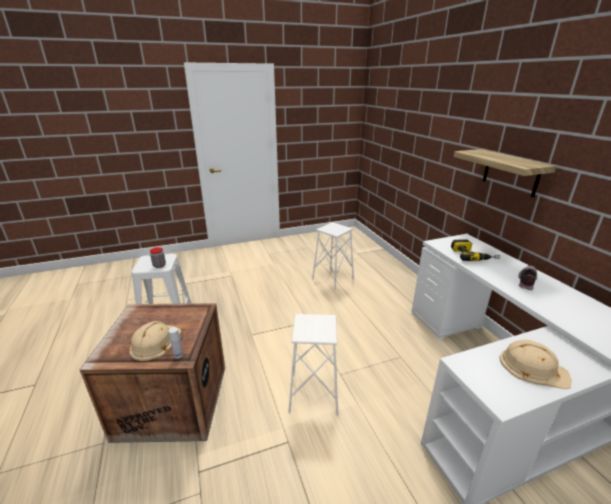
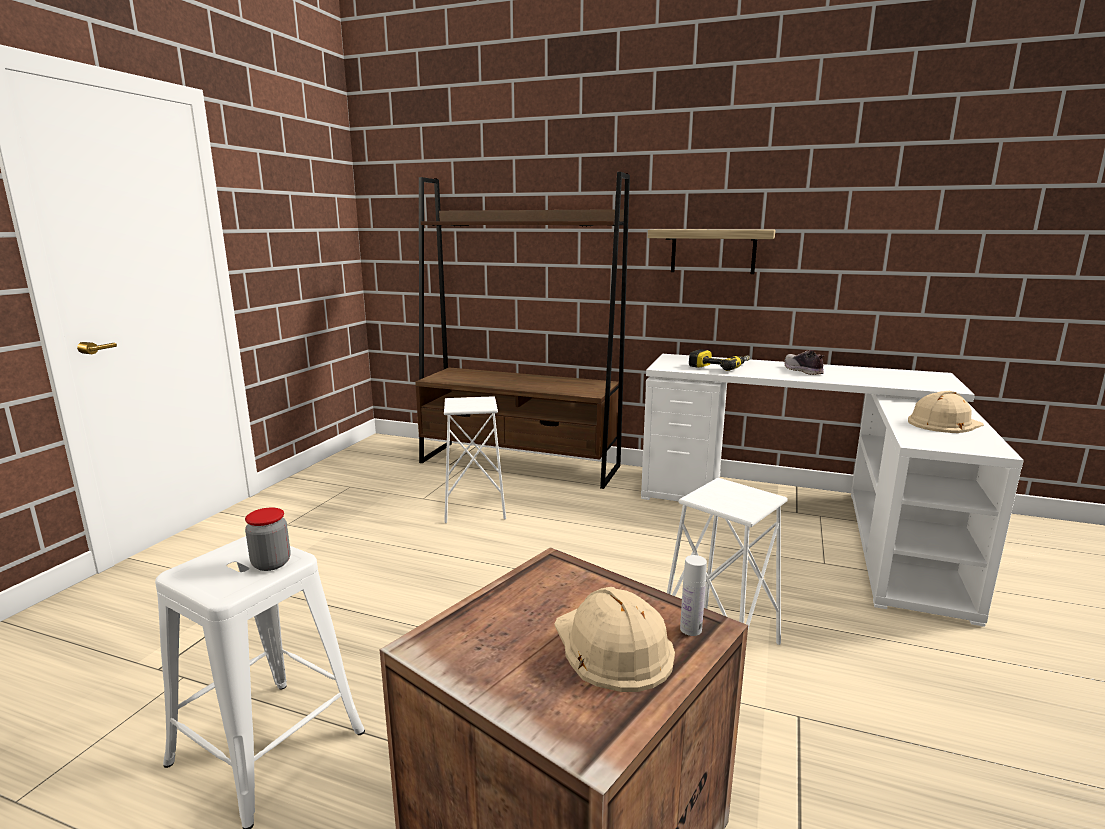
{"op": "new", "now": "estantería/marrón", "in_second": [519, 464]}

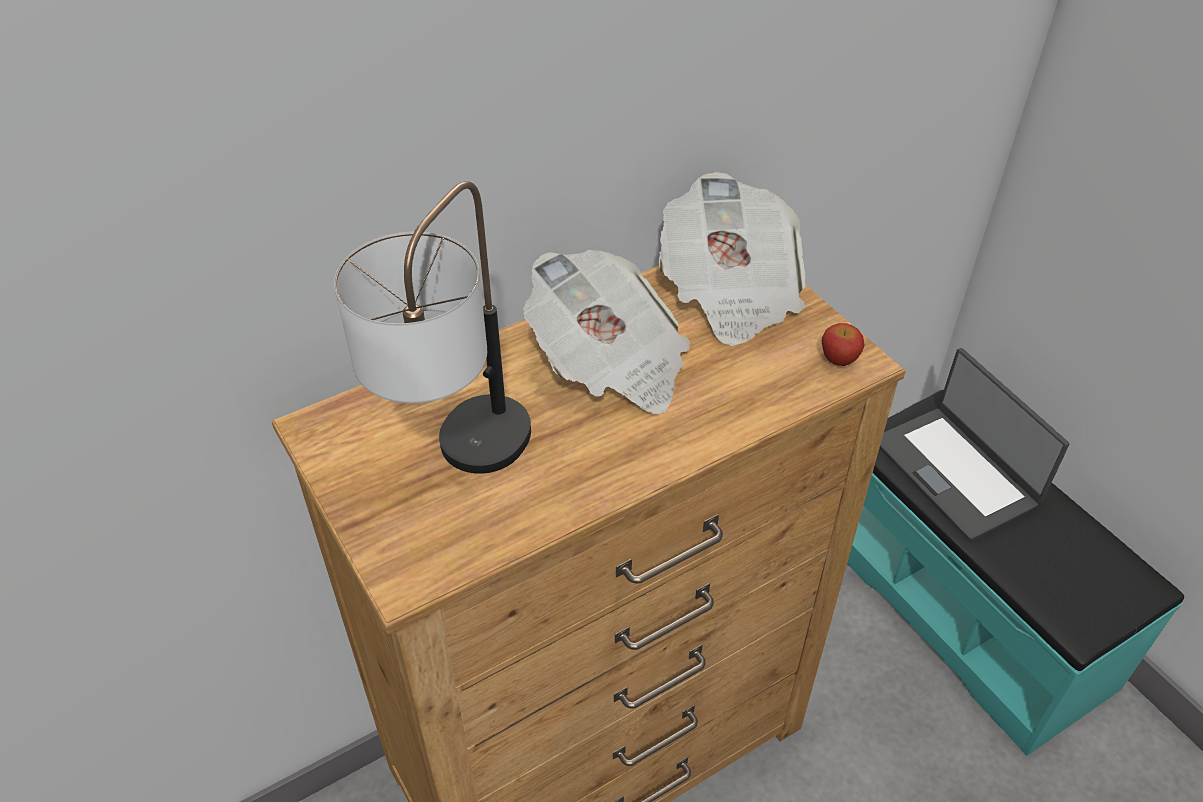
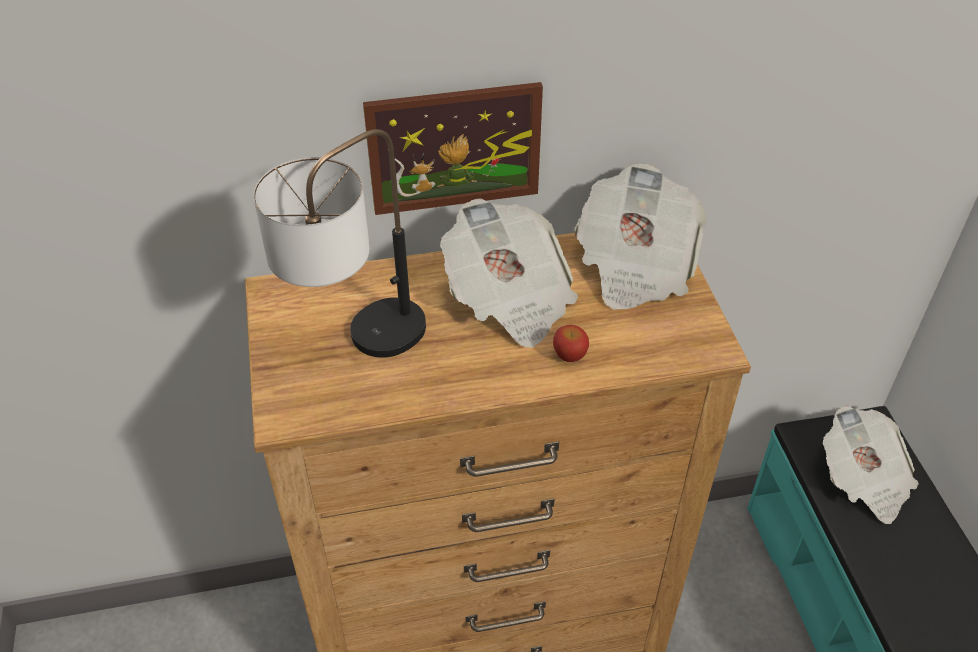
{"op": "new", "now": "cuadro", "in_second": [454, 148]}
{"op": "shifted", "was": "manzana", "in_first": [839, 359], "in_second": [569, 355]}
{"op": "swapped", "was": "portátil", "now": "periódico", "in_first": [956, 471], "in_second": [863, 480]}

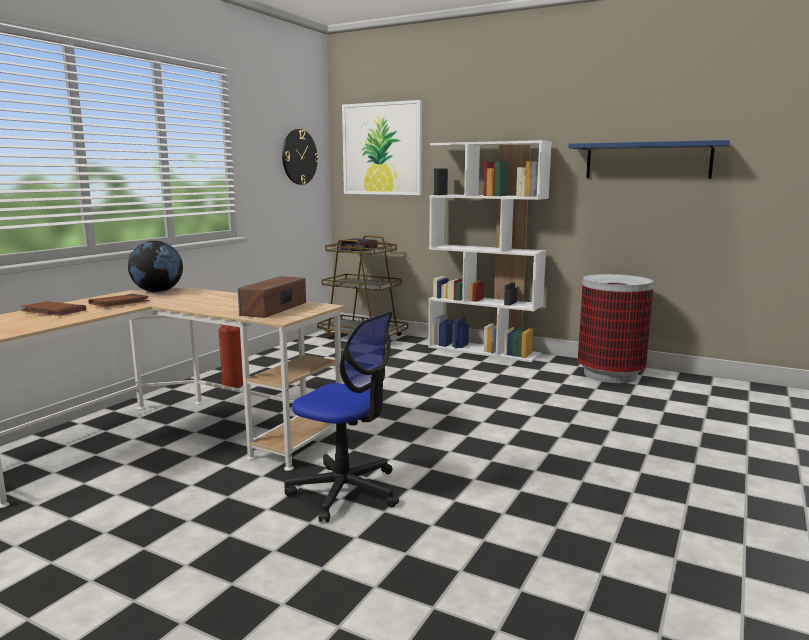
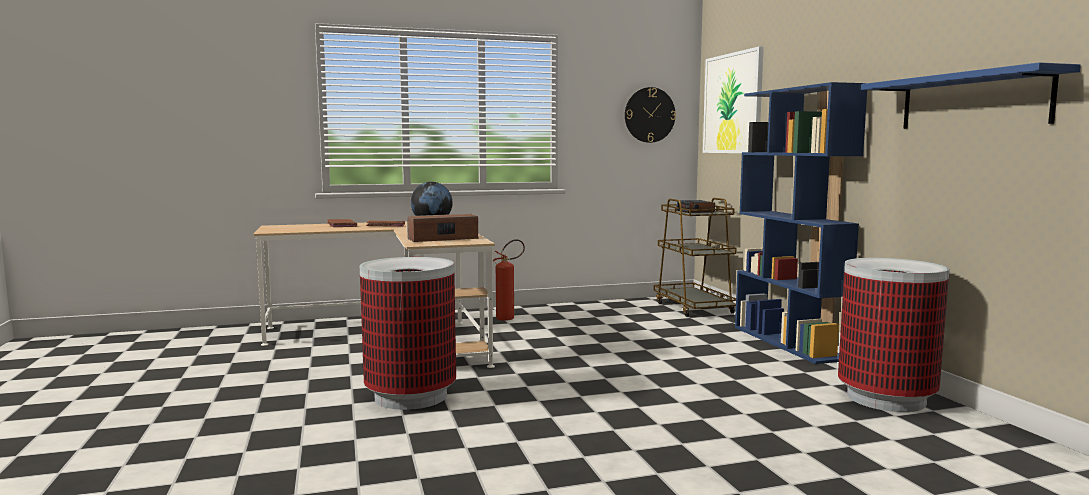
{"op": "swapped", "was": "silla de oficina", "now": "papelera", "in_first": [345, 491], "in_second": [410, 396]}
{"op": "repainted", "was": "estantería/blanco", "now": "estantería/azul", "in_first": [484, 350], "in_second": [789, 343]}

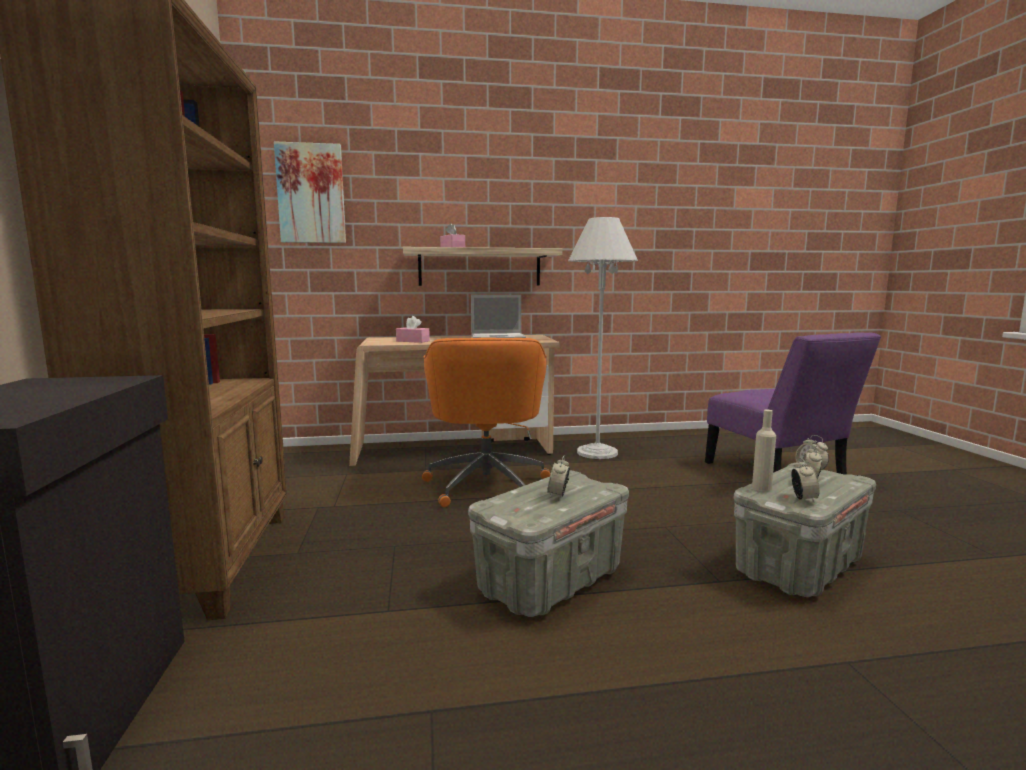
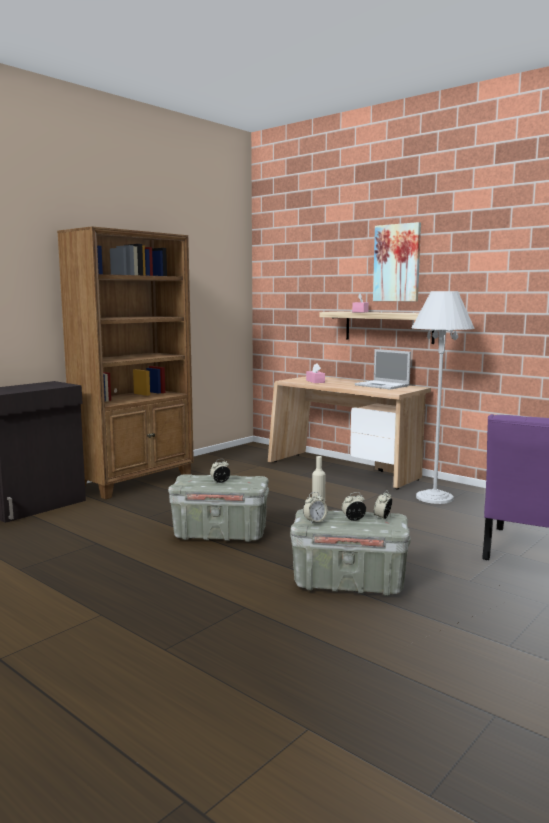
{"op": "gone", "was": "silla de oficina/naranja", "in_first": [486, 484]}
{"op": "shifted", "was": "cuadro", "in_first": [311, 194], "in_second": [397, 263]}

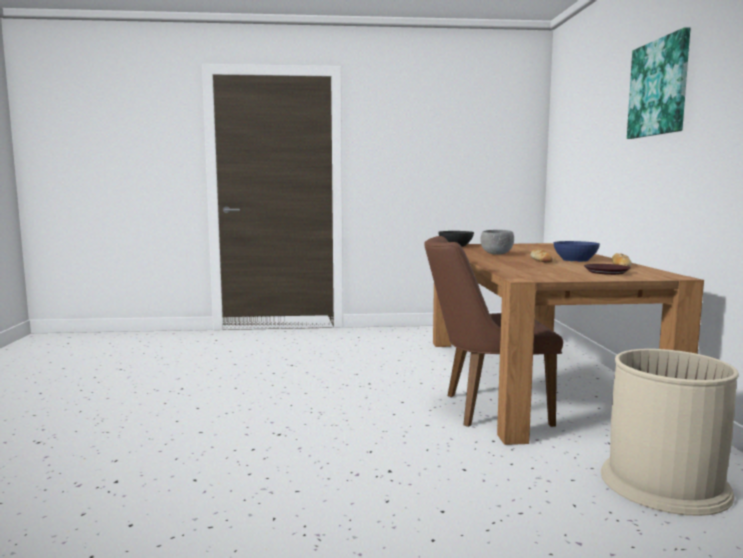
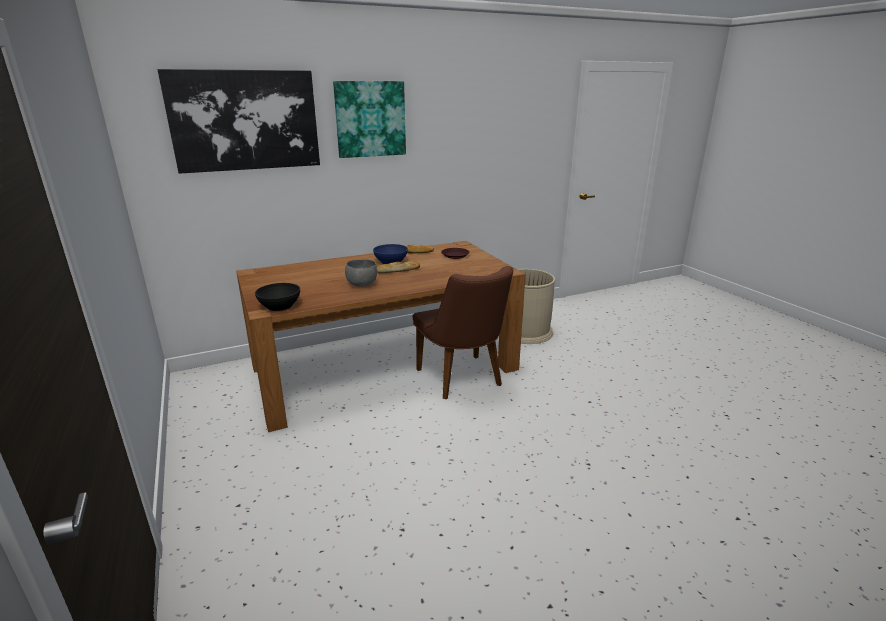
{"op": "new", "now": "cuadro", "in_second": [245, 121]}

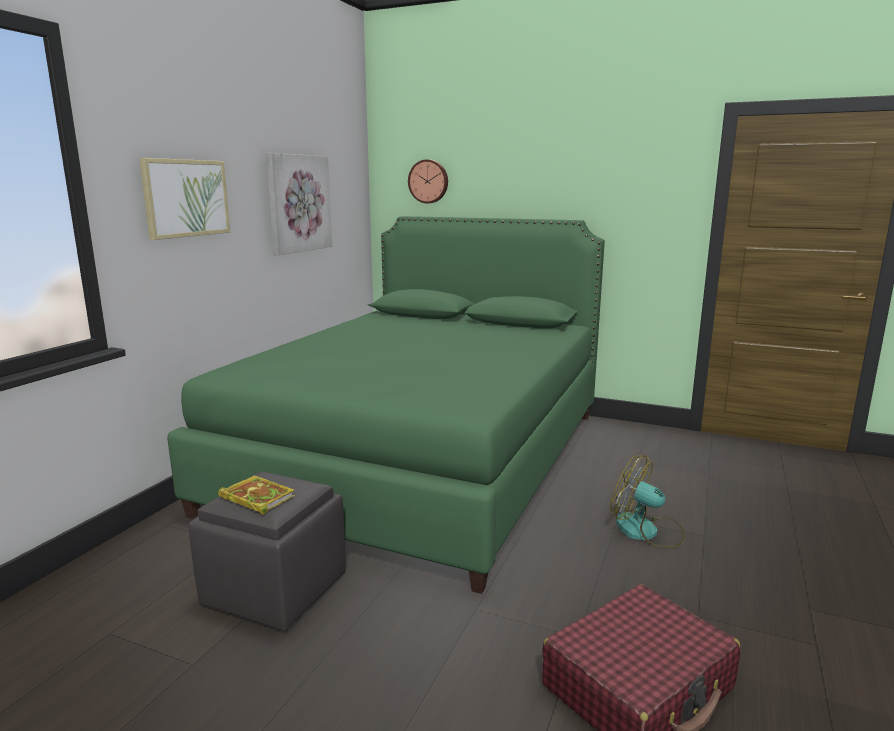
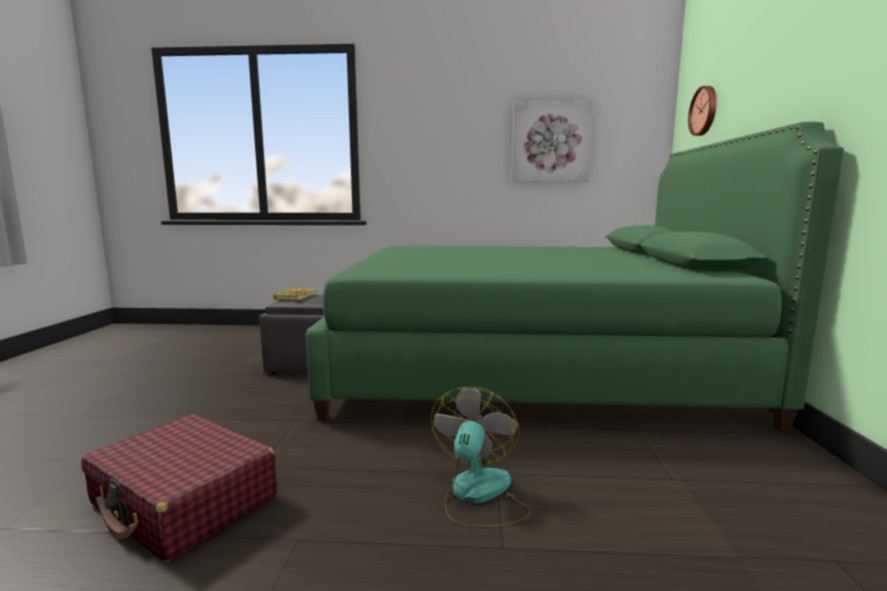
{"op": "gone", "was": "cuadro", "in_first": [186, 198]}

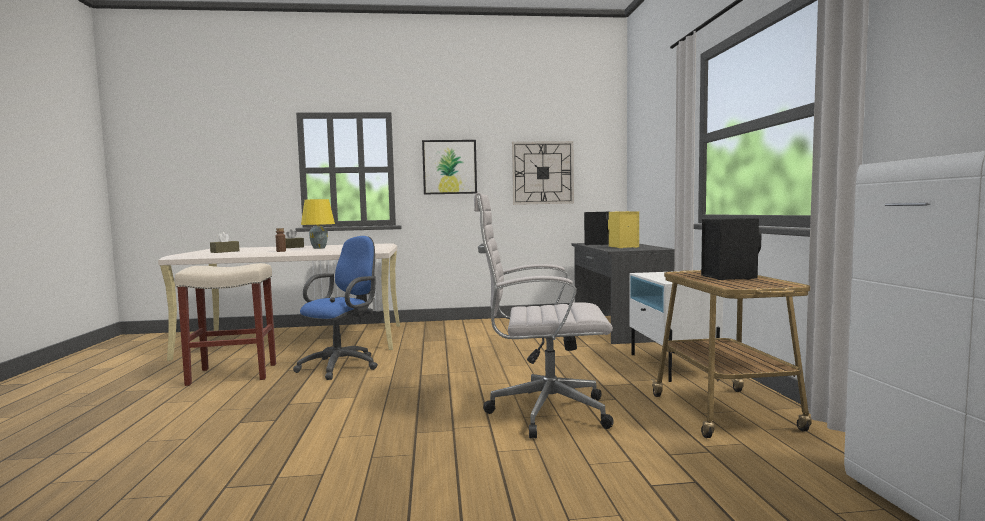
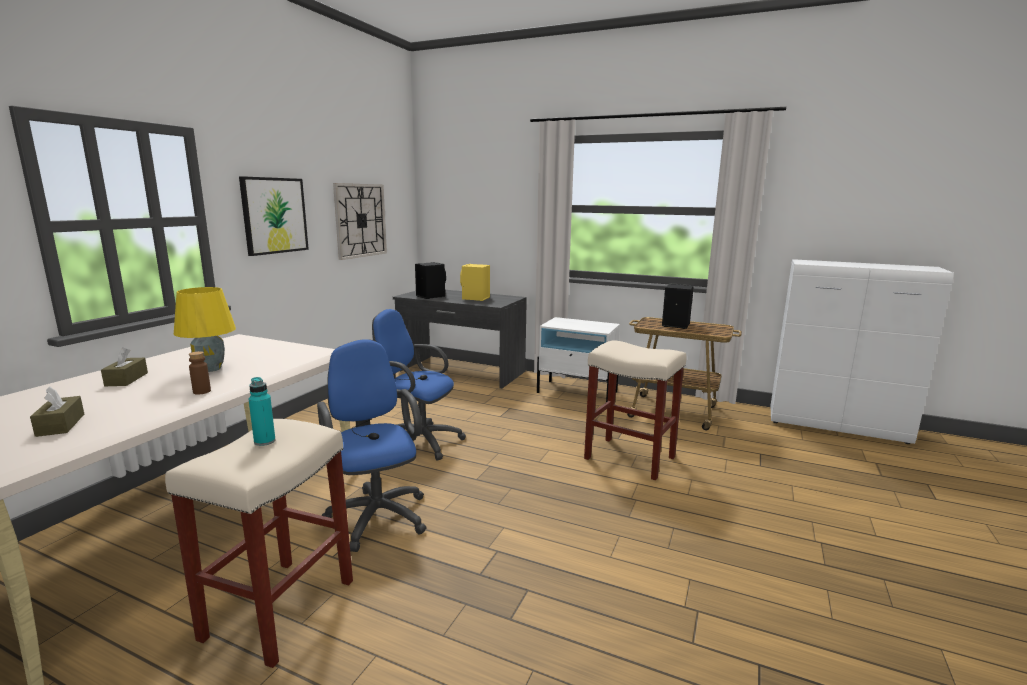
{"op": "new", "now": "botella/turquesa", "in_second": [264, 441]}
{"op": "new", "now": "silla de oficina/azul", "in_second": [418, 442]}
{"op": "swapped", "was": "silla de oficina/blanco", "now": "taburete/beis", "in_first": [543, 412], "in_second": [628, 458]}

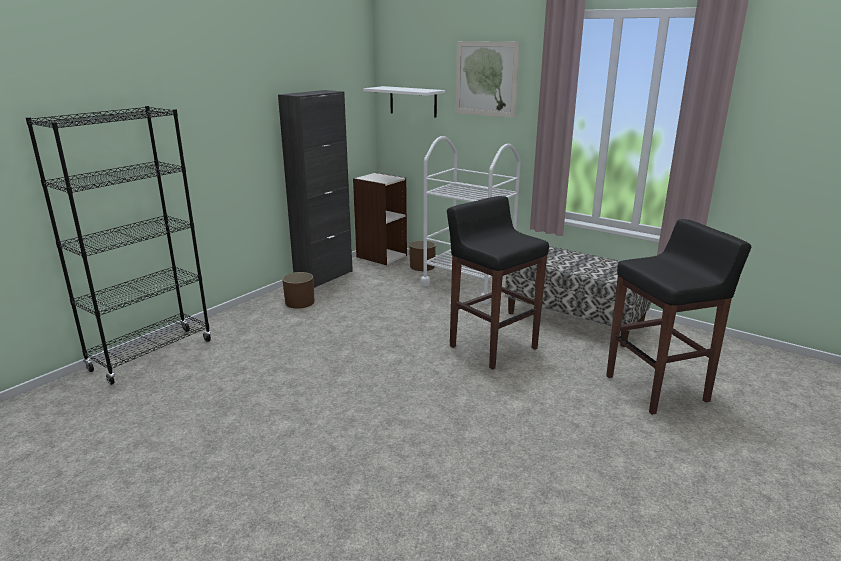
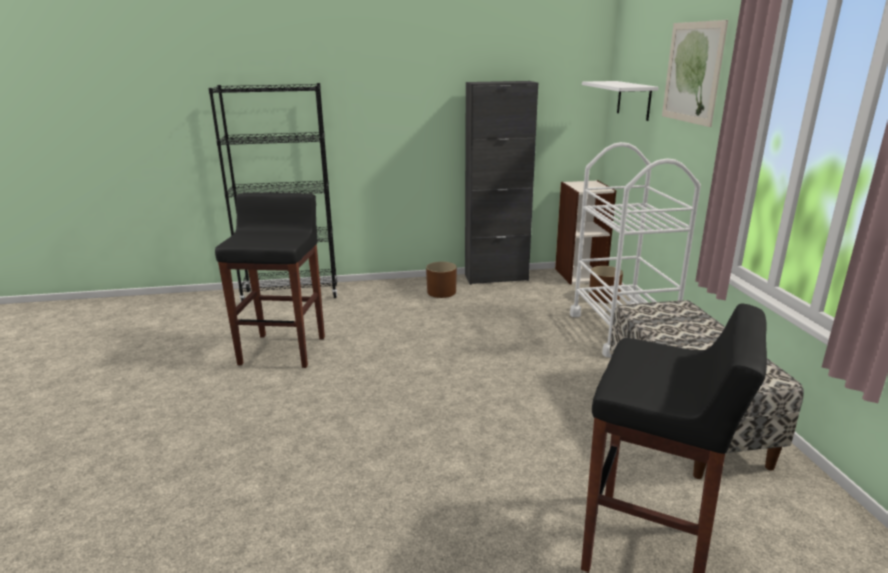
{"op": "shifted", "was": "taburete/negro", "in_first": [492, 347], "in_second": [283, 350]}

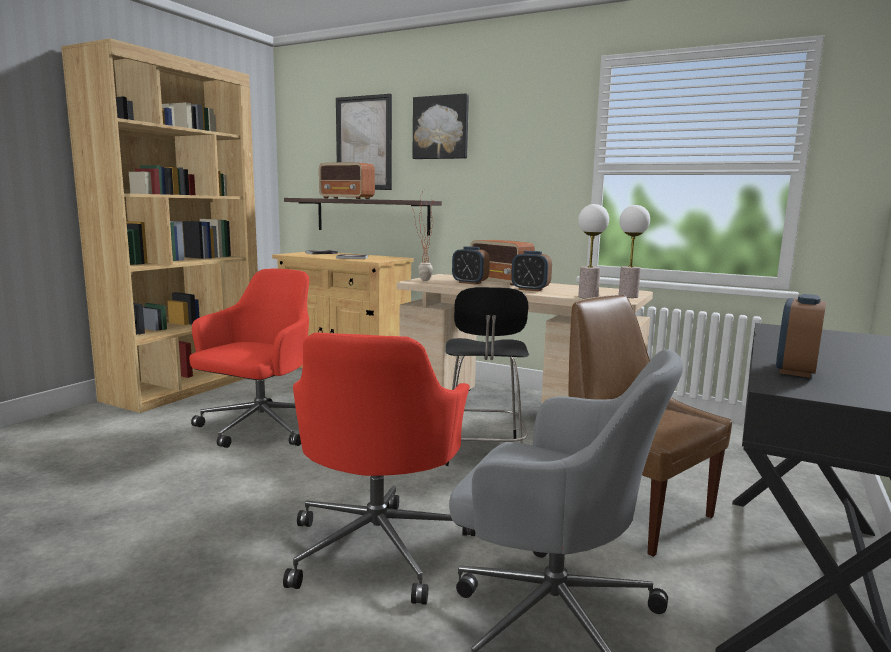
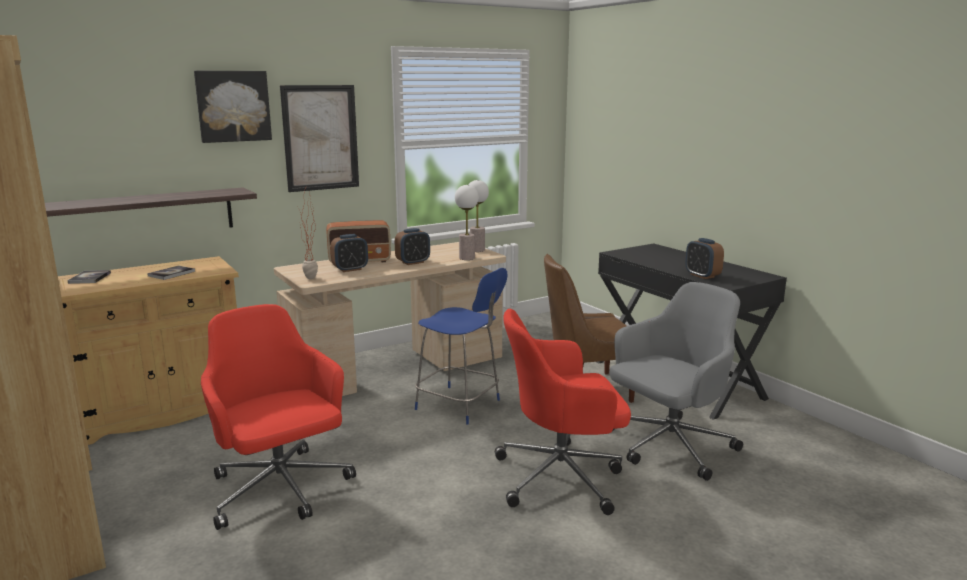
{"op": "gone", "was": "radio", "in_first": [347, 198]}
{"op": "shifted", "was": "cuadro", "in_first": [364, 143], "in_second": [320, 138]}
{"op": "repainted", "was": "taburete/negro", "now": "taburete/azul", "in_first": [482, 452], "in_second": [460, 405]}
{"op": "rotated", "was": "silla de oficina/rojo", "in_first": [379, 546], "in_second": [562, 477], "clockwise": 135}

